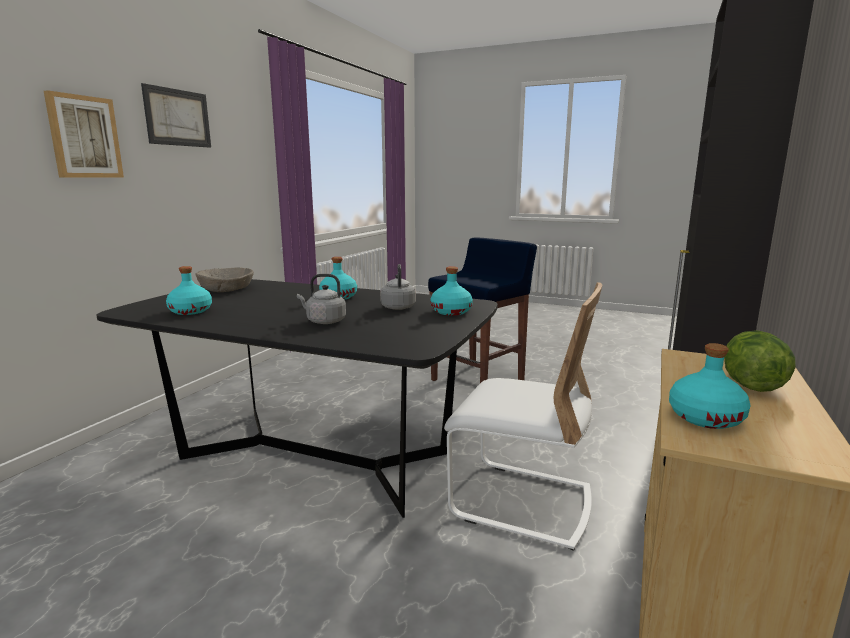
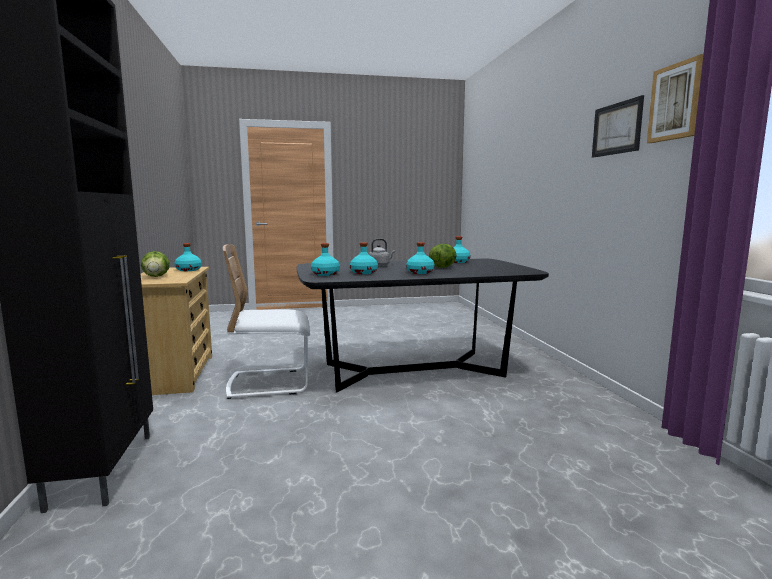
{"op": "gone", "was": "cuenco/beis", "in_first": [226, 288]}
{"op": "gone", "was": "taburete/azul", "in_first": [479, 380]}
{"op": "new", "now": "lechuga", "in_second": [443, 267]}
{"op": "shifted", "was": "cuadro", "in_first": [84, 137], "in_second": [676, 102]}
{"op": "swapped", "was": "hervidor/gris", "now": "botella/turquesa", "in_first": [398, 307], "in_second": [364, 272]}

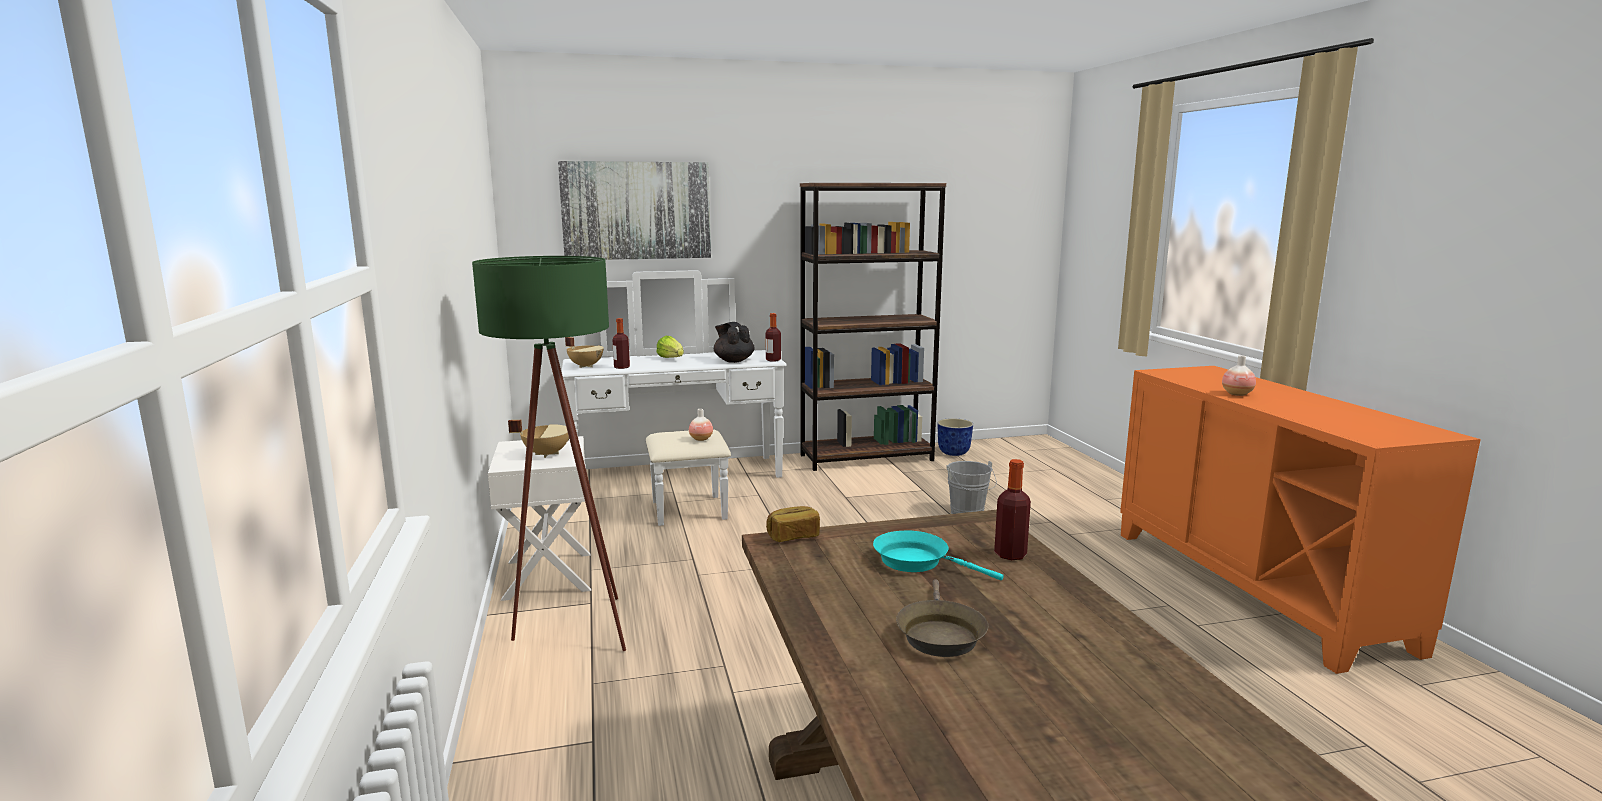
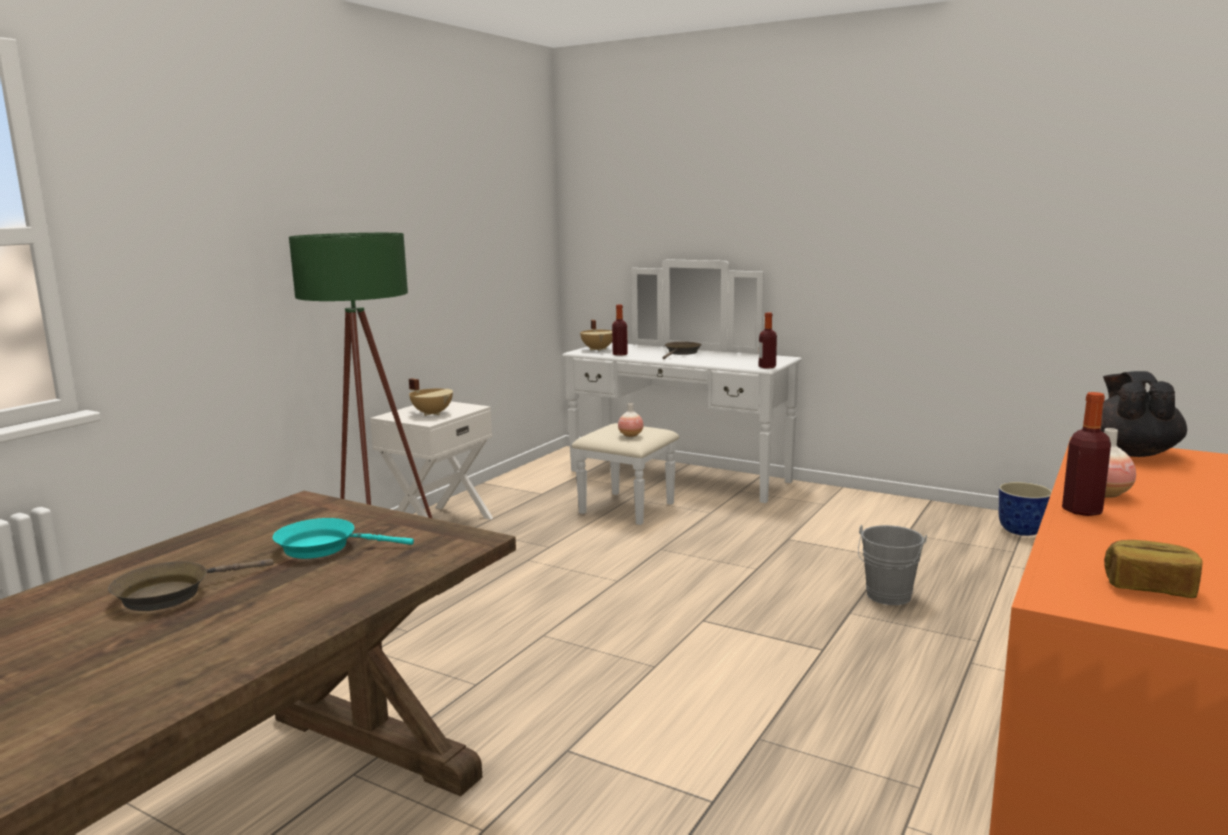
{"op": "gone", "was": "cuadro", "in_first": [636, 210]}
{"op": "gone", "was": "estantería/marrón", "in_first": [867, 458]}
{"op": "shifted", "was": "tetera/negro", "in_first": [733, 361], "in_second": [1132, 452]}
{"op": "shifted", "was": "pan", "in_first": [793, 536], "in_second": [1150, 587]}
{"op": "shifted", "was": "botella", "in_first": [1010, 555], "in_second": [1082, 510]}
{"op": "swapped", "was": "lechuga", "now": "sartén/marrón", "in_first": [671, 359], "in_second": [681, 353]}
{"op": "rotated", "was": "sartén/turquesa", "in_first": [917, 561], "in_second": [323, 547], "clockwise": -75}

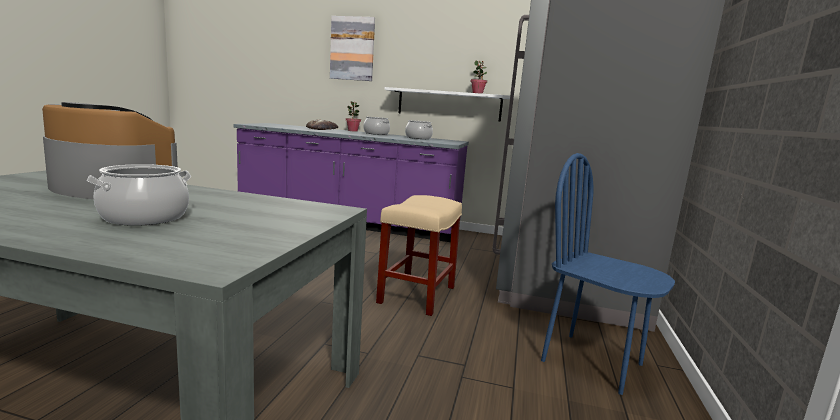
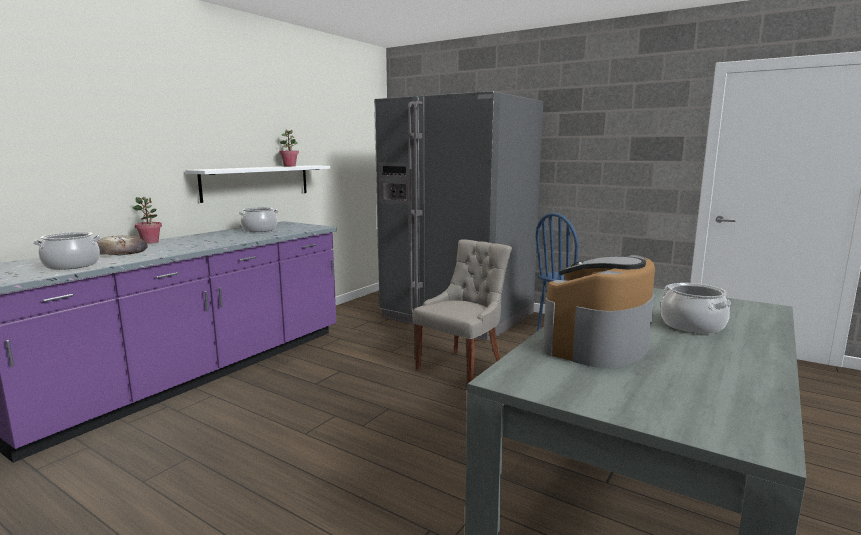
{"op": "gone", "was": "cuadro", "in_first": [352, 49]}
{"op": "shifted", "was": "olla", "in_first": [376, 133], "in_second": [72, 265]}
{"op": "swapped", "was": "taburete/beis", "now": "silla/gris", "in_first": [417, 295], "in_second": [462, 367]}

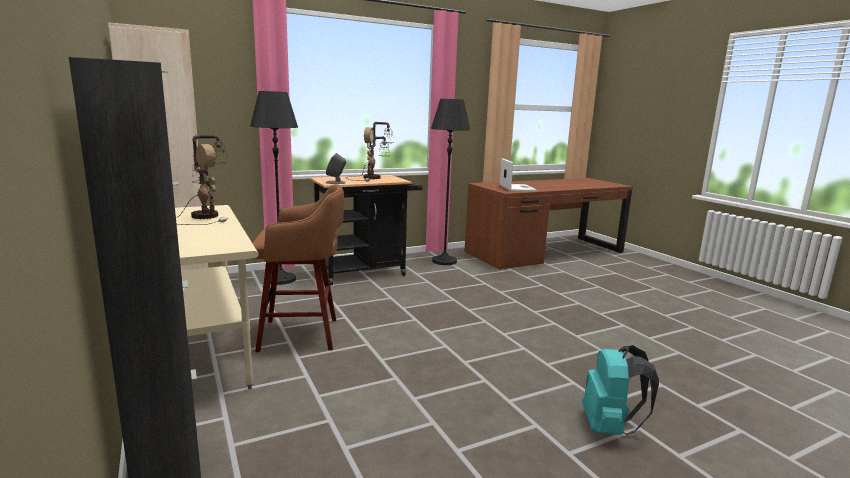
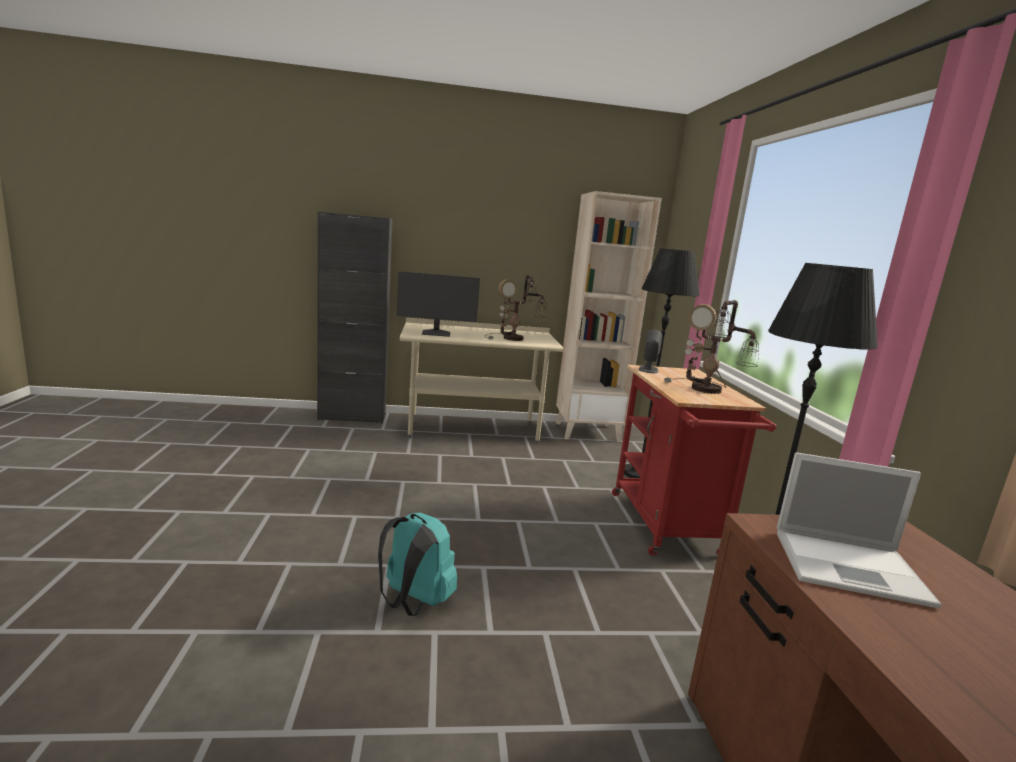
{"op": "gone", "was": "taburete/marrón", "in_first": [302, 334]}
{"op": "new", "now": "monitor", "in_second": [436, 333]}
{"op": "shifted", "was": "mochila/turquesa", "in_first": [610, 427], "in_second": [414, 603]}
{"op": "repainted", "was": "carrito/negro", "now": "carrito/rojo", "in_first": [366, 272], "in_second": [668, 528]}

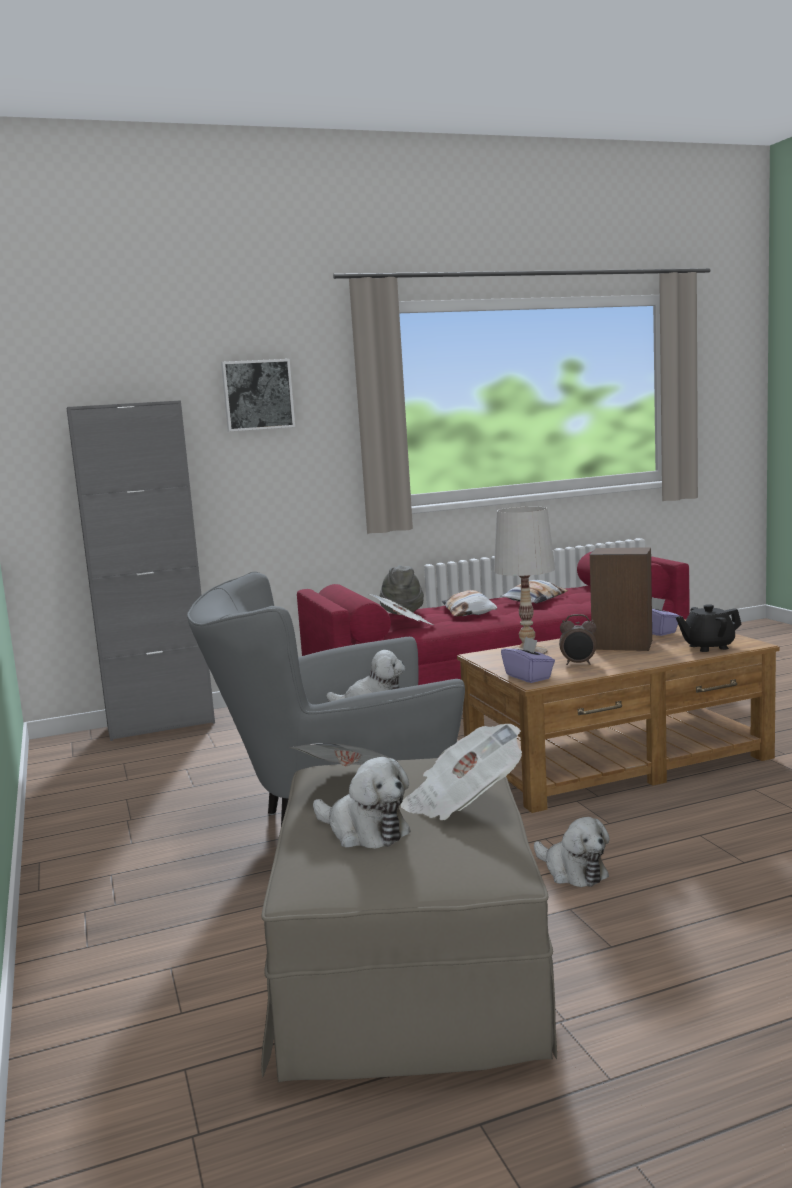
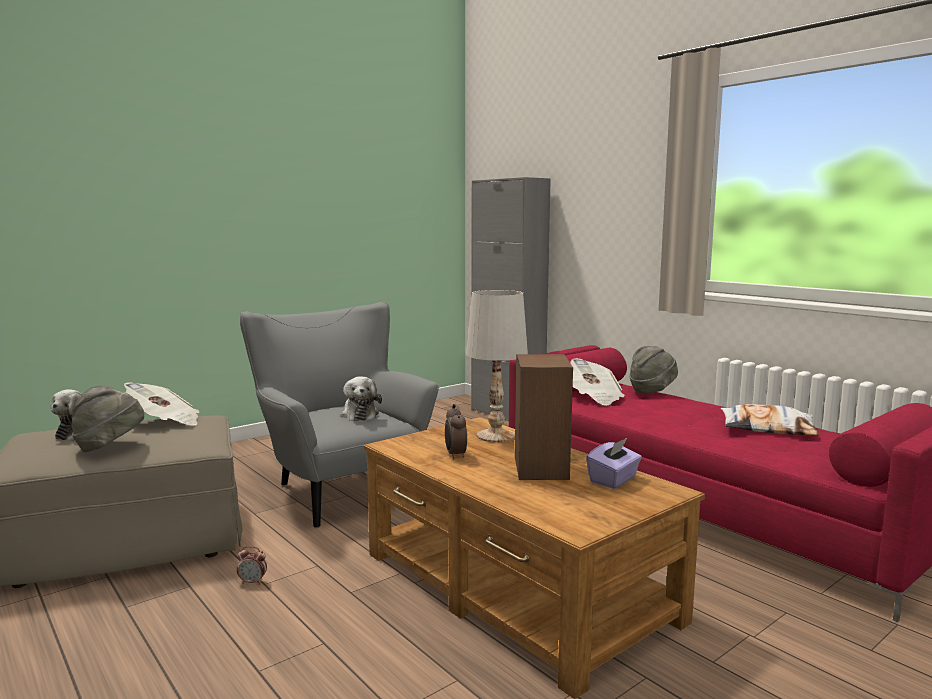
{"op": "gone", "was": "cuadro", "in_first": [257, 395]}
{"op": "gone", "was": "cojín", "in_first": [469, 611]}
{"op": "gone", "was": "caja de pañuelos/morado", "in_first": [528, 677]}
{"op": "gone", "was": "tetera/negro", "in_first": [708, 647]}
{"op": "swapped", "was": "periódico", "now": "sombrero/gris", "in_first": [462, 802], "in_second": [110, 447]}
{"op": "swapped", "was": "peluche", "now": "despertador", "in_first": [572, 871], "in_second": [253, 582]}

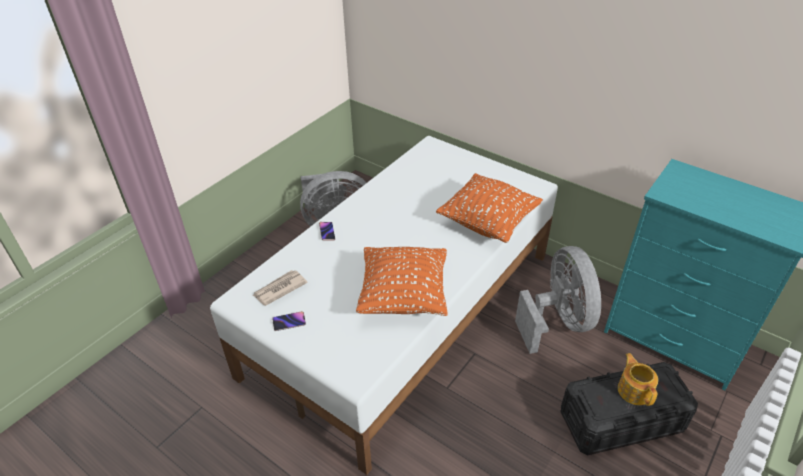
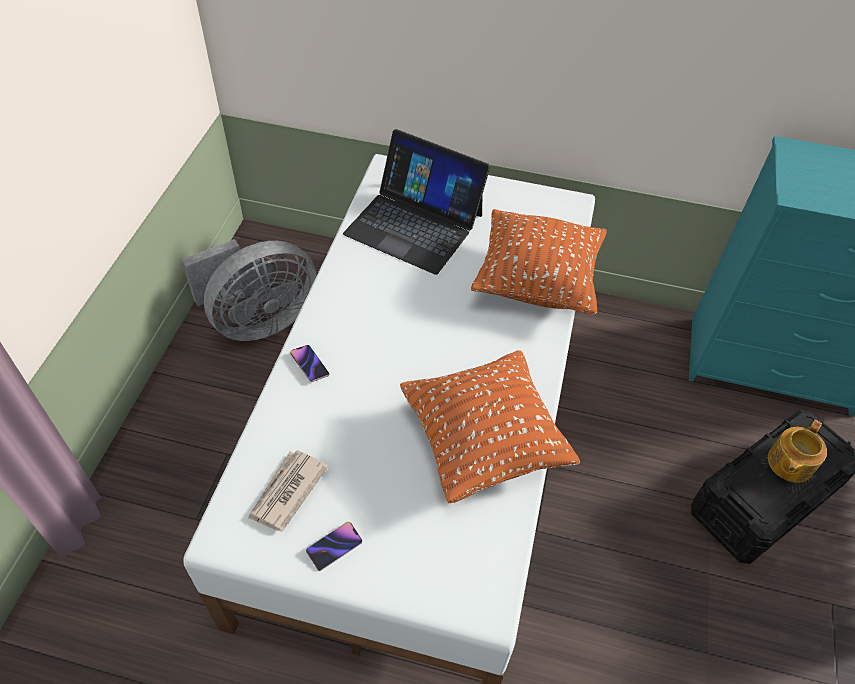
{"op": "gone", "was": "ventilador/gris", "in_first": [558, 321]}
{"op": "new", "now": "portátil", "in_second": [414, 224]}
{"op": "rotated", "was": "tetera", "in_first": [634, 390], "in_second": [789, 463], "clockwise": -105}

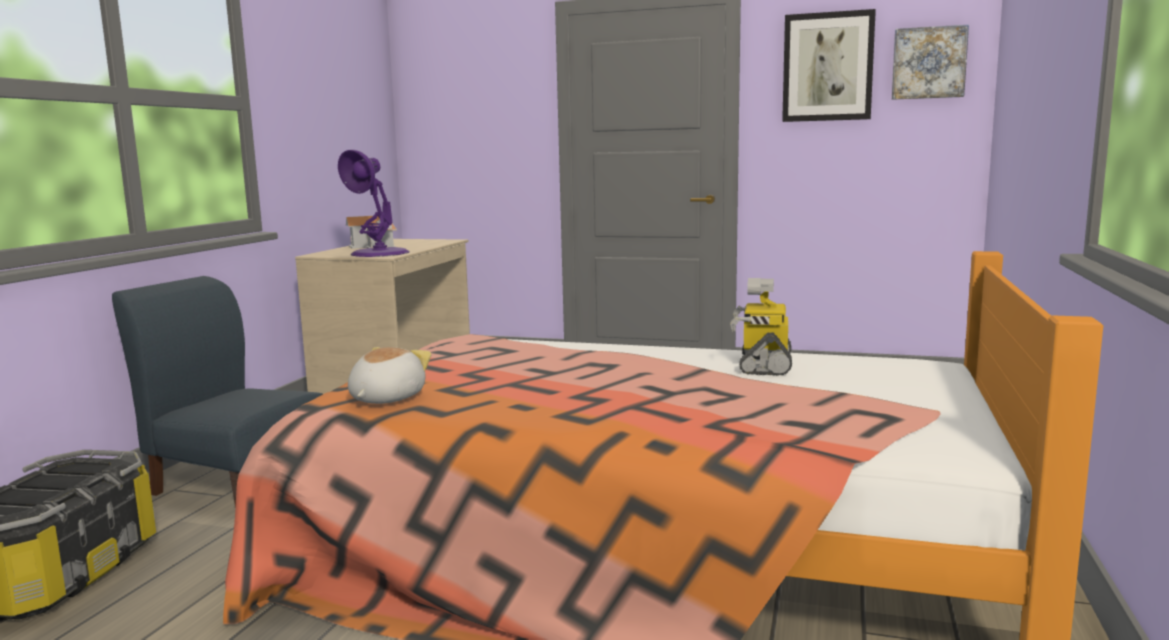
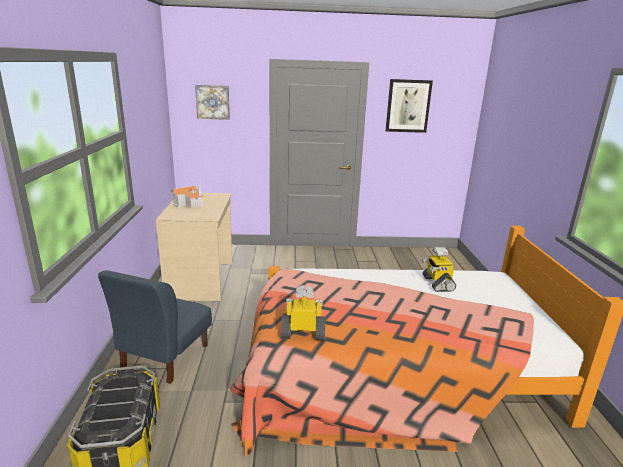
{"op": "gone", "was": "lámpara de mesa/morado", "in_first": [379, 253]}
{"op": "shifted", "was": "cuadro", "in_first": [928, 63], "in_second": [213, 102]}
{"op": "swapped", "was": "peluche", "now": "robot de juguete", "in_first": [385, 398], "in_second": [303, 333]}
{"op": "rotated", "was": "silla/azul", "in_first": [236, 482], "in_second": [164, 357], "clockwise": -75}

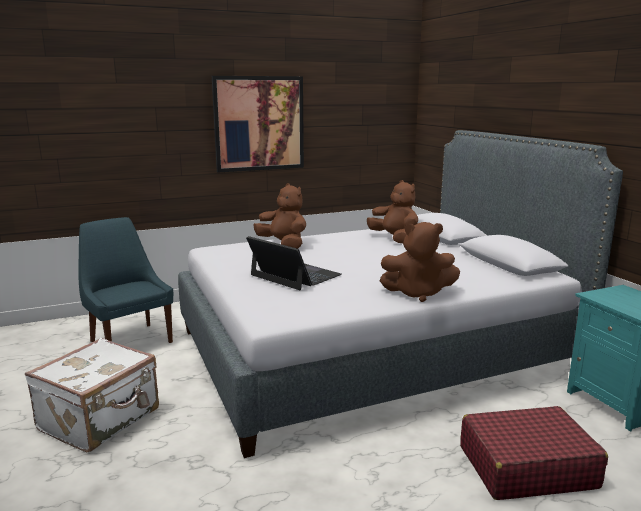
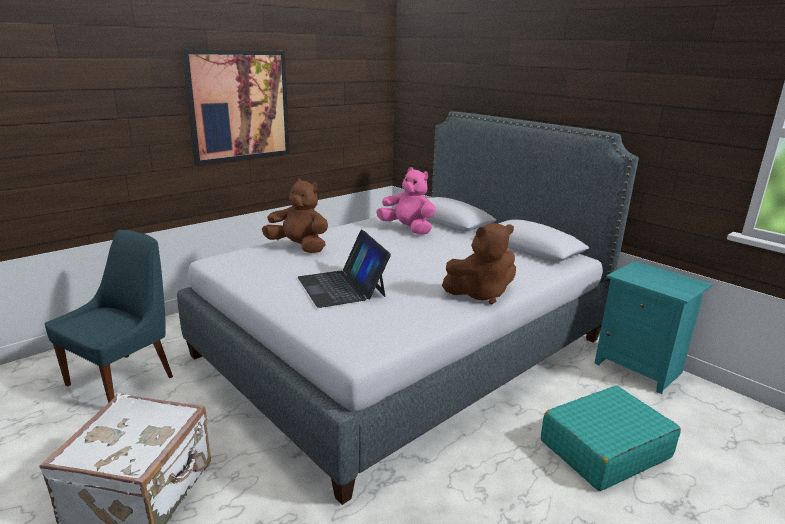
{"op": "repainted", "was": "peluche/marrón", "now": "peluche/rosa", "in_first": [394, 239], "in_second": [408, 229]}
{"op": "repainted", "was": "maleta/rojo", "now": "maleta/turquesa", "in_first": [526, 467], "in_second": [604, 449]}
{"op": "rotated", "was": "silla/azul", "in_first": [130, 340], "in_second": [124, 379], "clockwise": 90}
{"op": "rotated", "was": "portátil", "in_first": [295, 275], "in_second": [342, 286], "clockwise": -135}

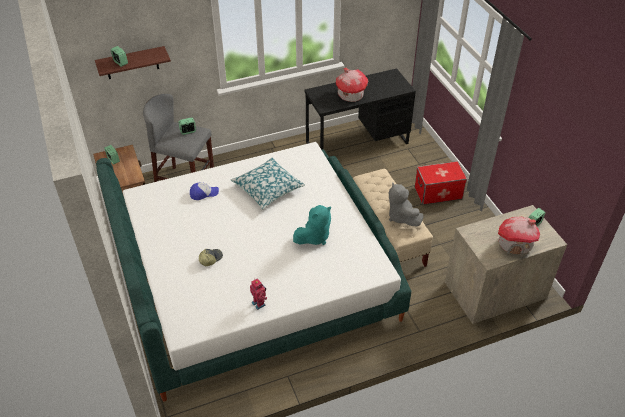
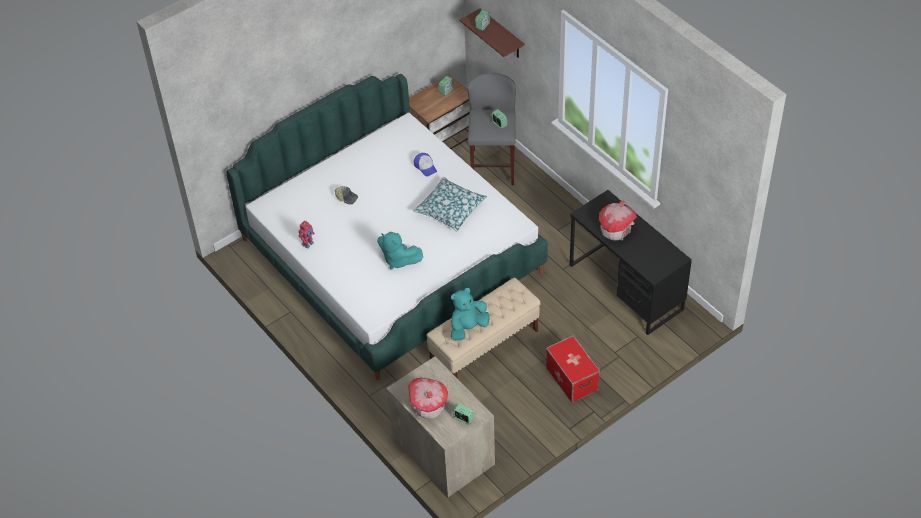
{"op": "repainted", "was": "peluche/gris", "now": "peluche/turquesa", "in_first": [401, 217], "in_second": [468, 327]}

